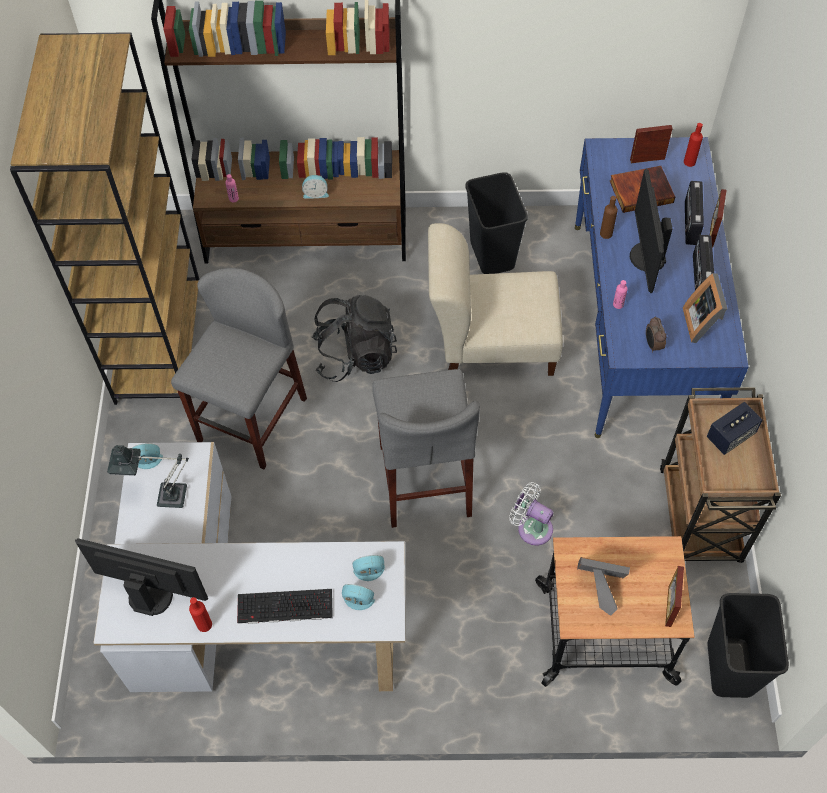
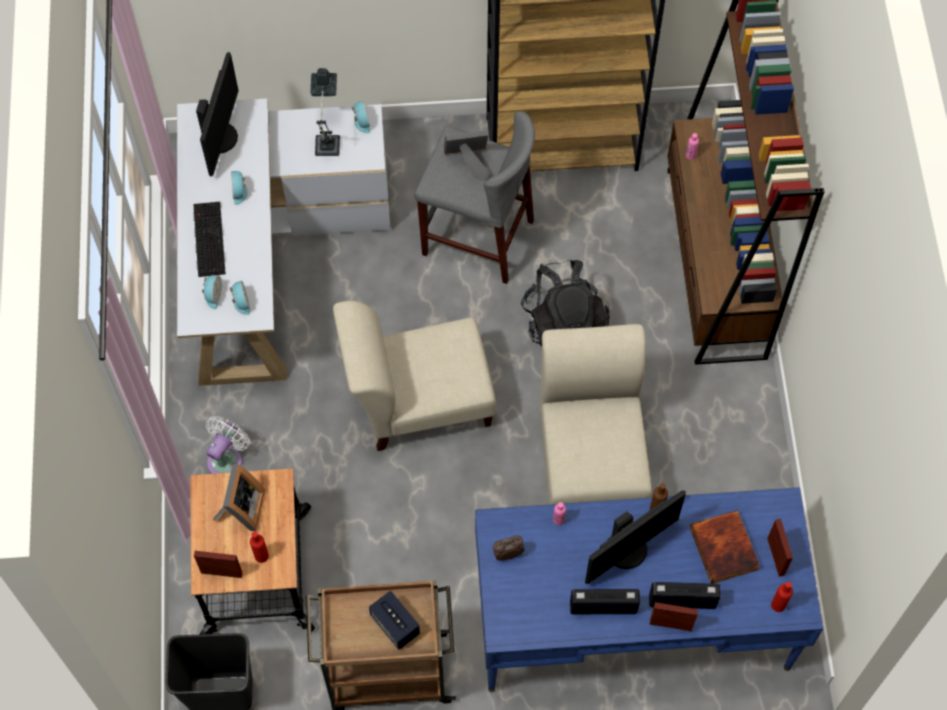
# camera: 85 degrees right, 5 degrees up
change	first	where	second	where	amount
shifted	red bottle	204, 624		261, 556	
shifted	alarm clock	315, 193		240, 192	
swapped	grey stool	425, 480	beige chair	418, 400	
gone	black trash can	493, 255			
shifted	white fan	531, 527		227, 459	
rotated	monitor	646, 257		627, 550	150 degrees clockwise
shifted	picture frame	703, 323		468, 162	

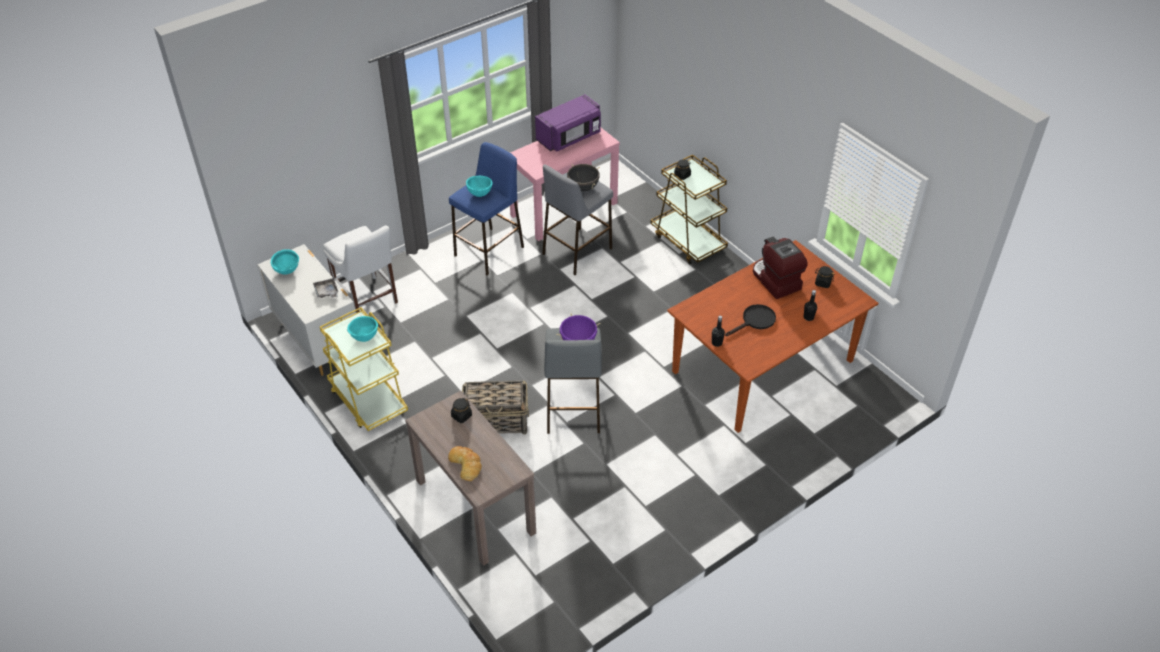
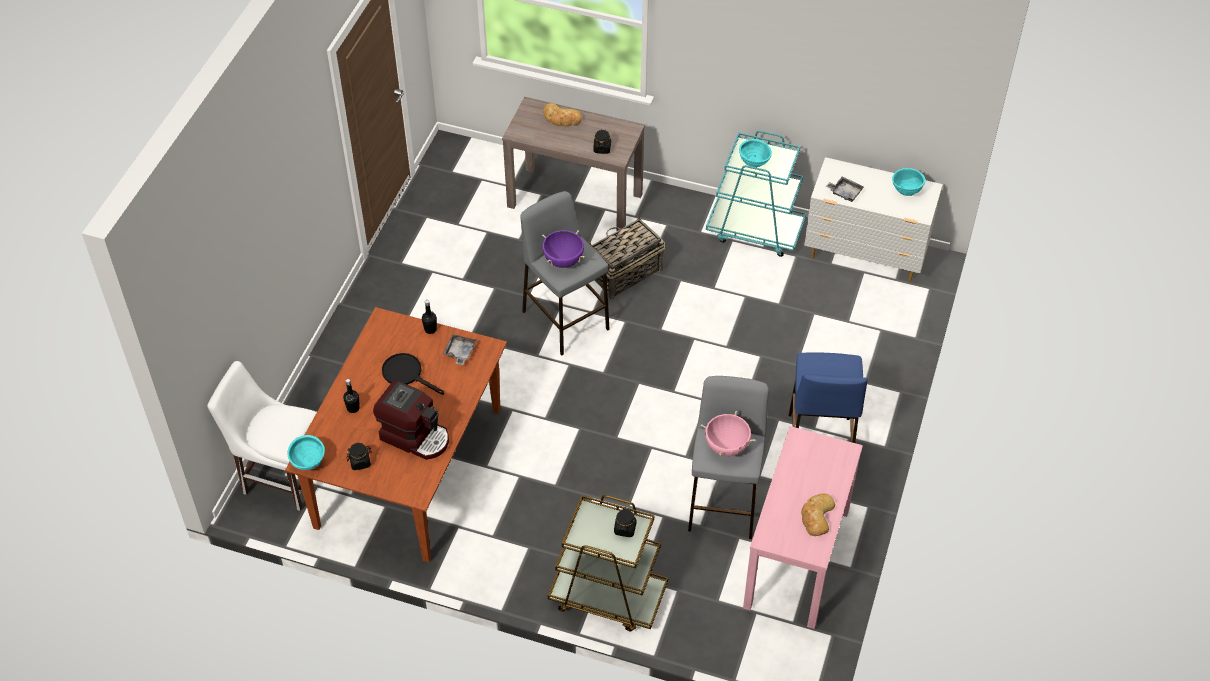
# camera: 145 degrees right, 5 degrees up
change	first	where	second	where	amount
repainted	yellow cart	368, 400	turquoise cart	755, 230	
shifted	white chair	368, 300		280, 477	
shifted	turquoise bowl	480, 194		308, 463	
swapped	purple microwave	569, 137	bread	816, 516	
repainted	black cooking pot	583, 188	pink cooking pot	726, 447	
rotated	black frying pan	755, 321		407, 374	105 degrees clockwise
new			grey tray	460, 352	

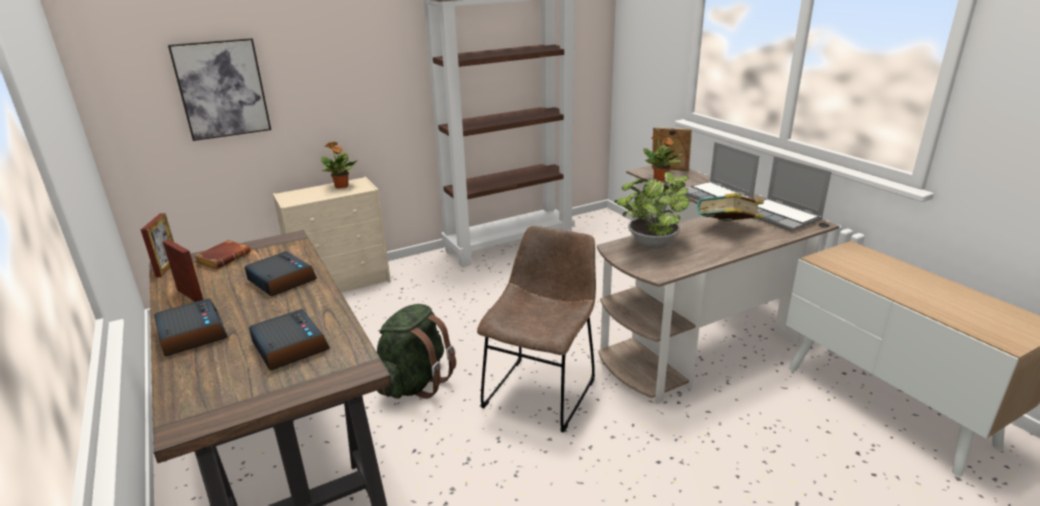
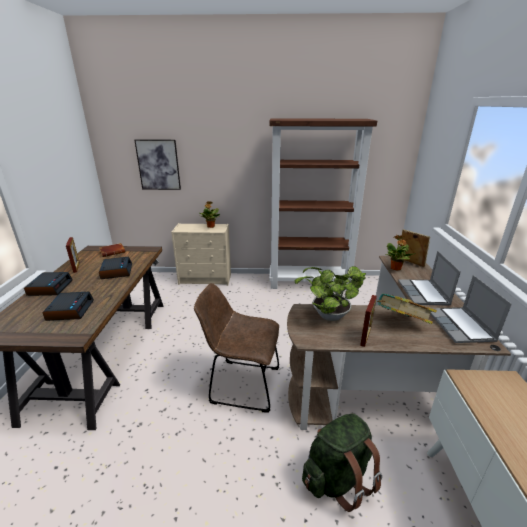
# camera: 30 degrees right, 0 degrees up
change	first	where	second	where	amount
shifted	picture frame	167, 267		365, 336	
shifted	green backpack	415, 383		337, 478	
rotated	brown chair	542, 390		241, 384	135 degrees counterclockwise

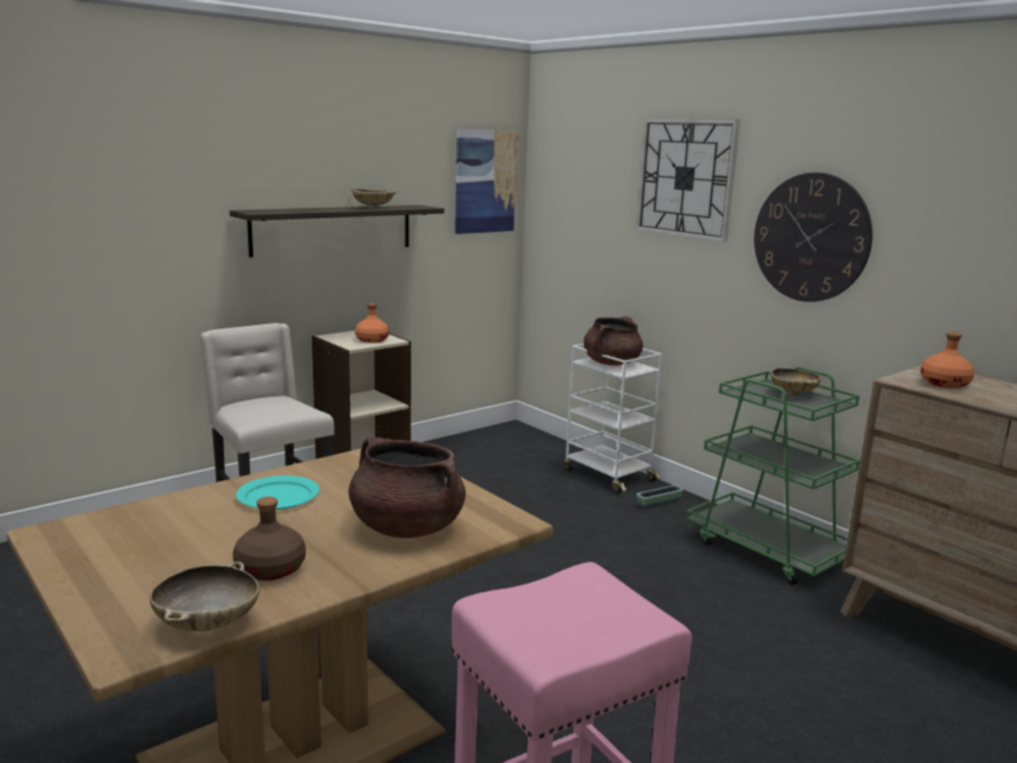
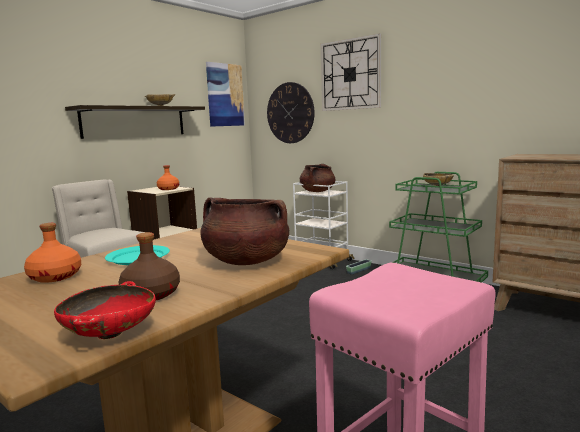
# camera: 10 degrees left, 5 degrees down
change	first	where	second	where	amount
repainted	beige bowl	208, 624	red bowl	110, 334	
shifted	wall clock	811, 237		290, 113	
shifted	orange bottle	945, 383		55, 277	

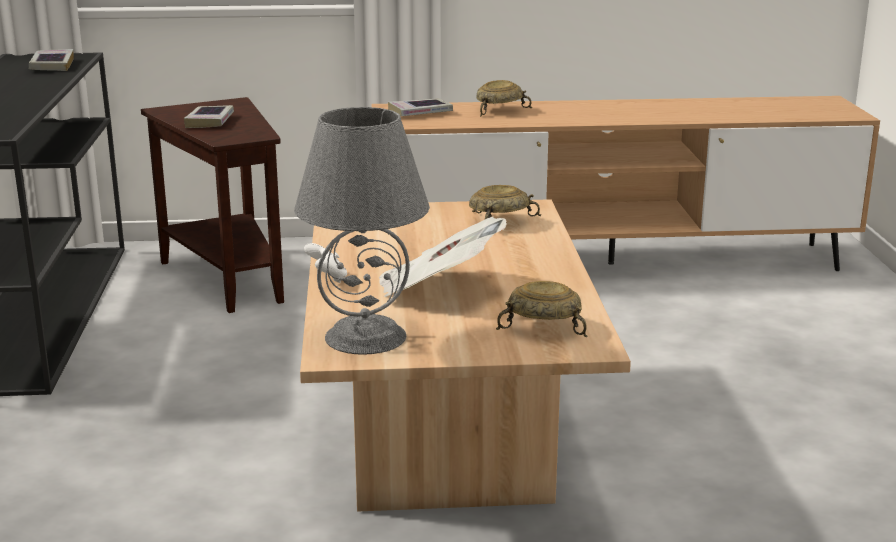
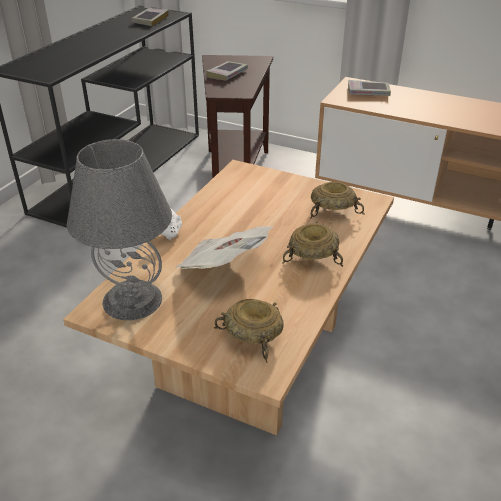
# camera: 30 degrees right, 15 degrees up
change	first	where	second	where	amount
shifted	beige bowl	499, 110		314, 255	

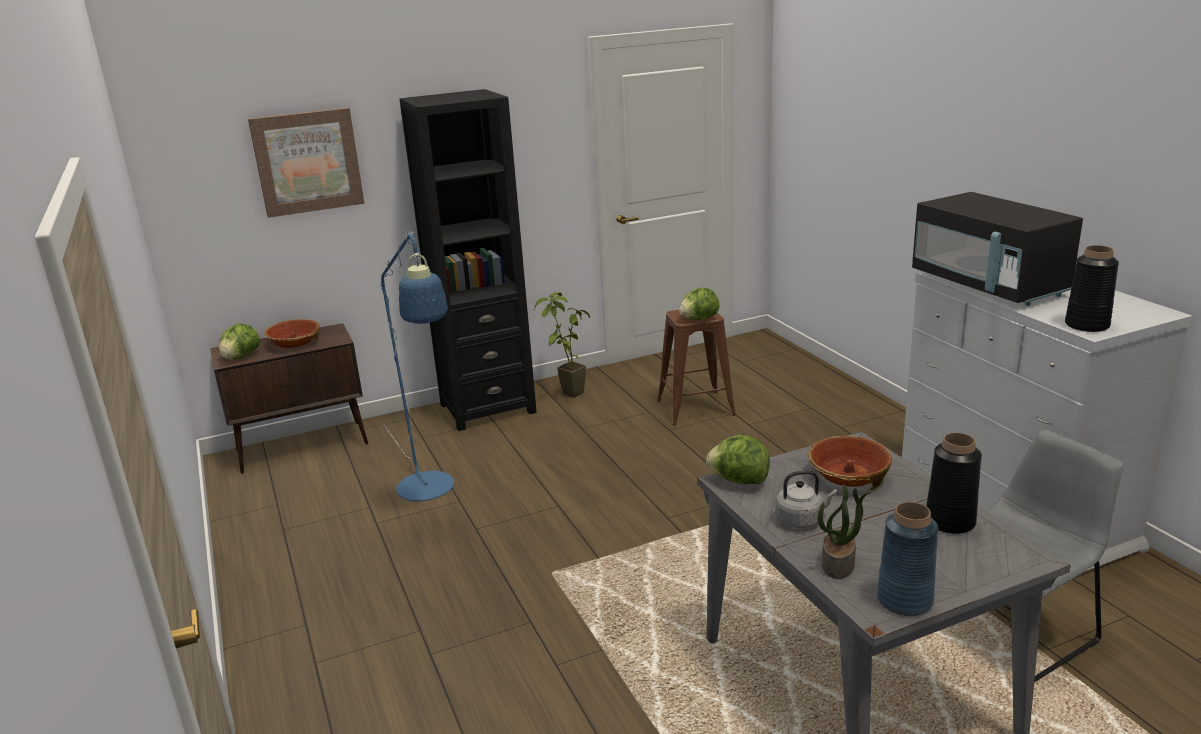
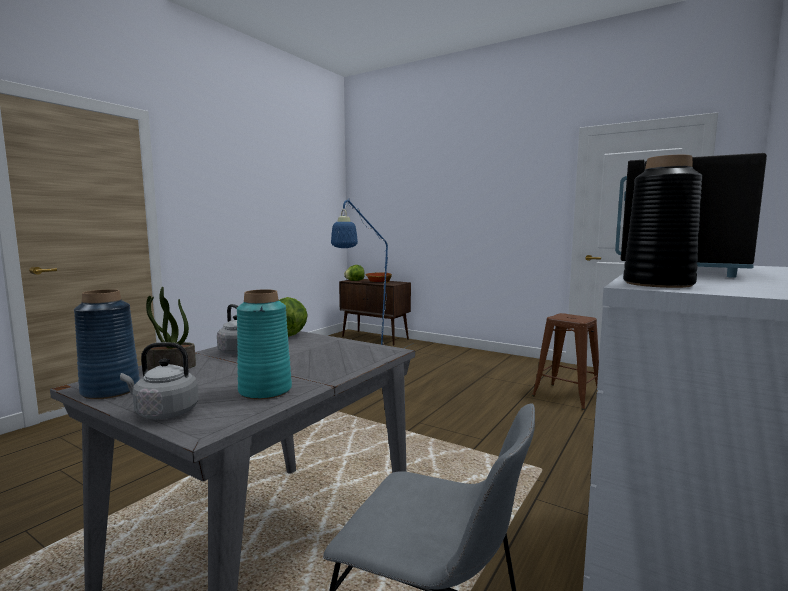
# camera: 55 degrees right, 15 degrees down
change	first	where	second	where	amount
gone	picture	307, 161			
gone	black bookcase	487, 408			
gone	potted plant	566, 396			
gone	lettuce	699, 319			
gone	bowl	848, 476			
repainted	black vase	949, 521	turquoise vase	265, 390	
new			grey kettle	164, 413	

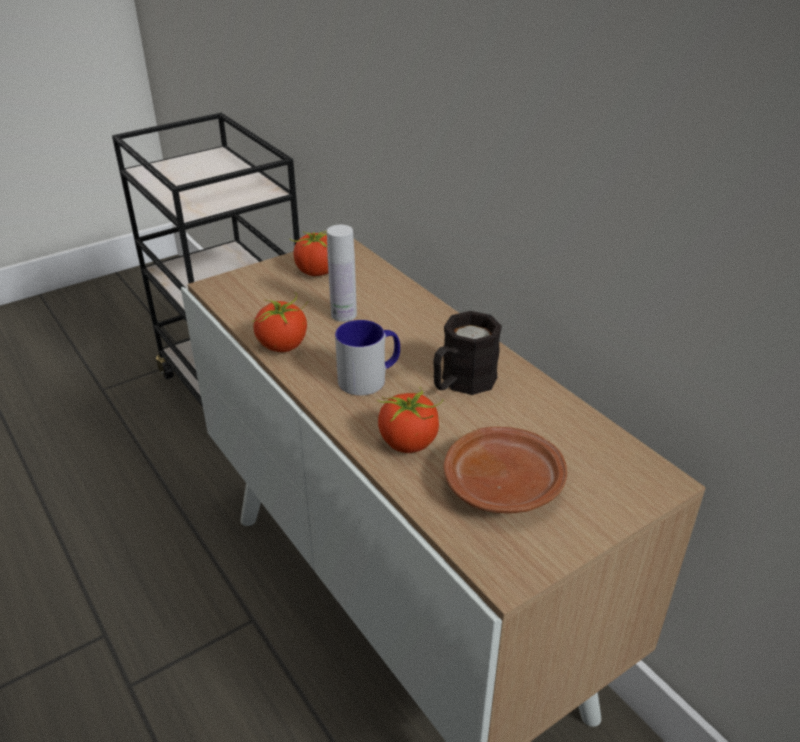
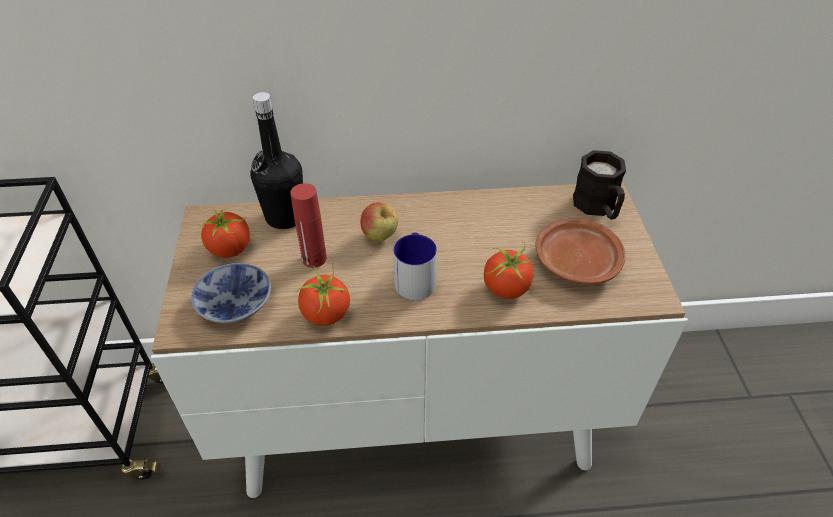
# camera: 60 degrees left, 10 degrees up
change	first	where	second	where	amount
repainted	white bottle	343, 314	red bottle	314, 258	
shifted	black mug	461, 383		598, 208	
new			bowl	238, 304	
new			black bottle	285, 217	
new			apple	380, 237	

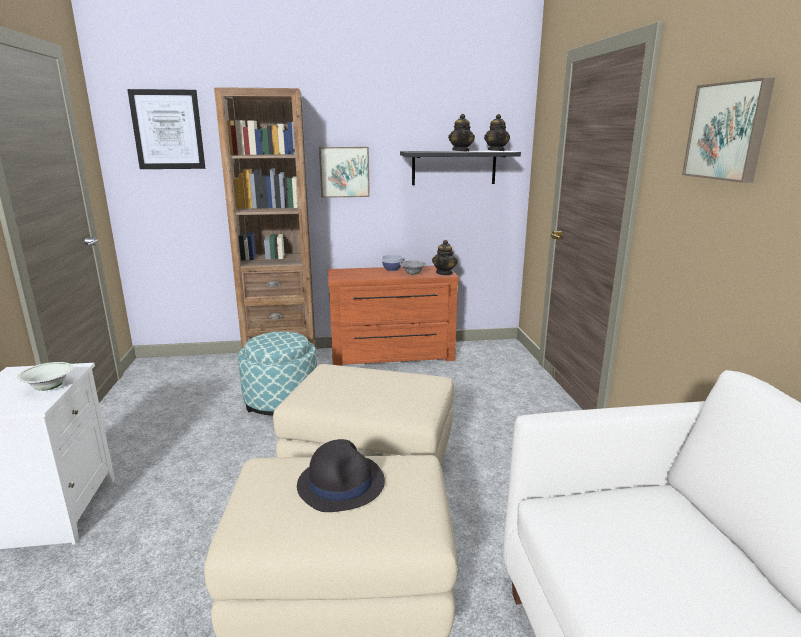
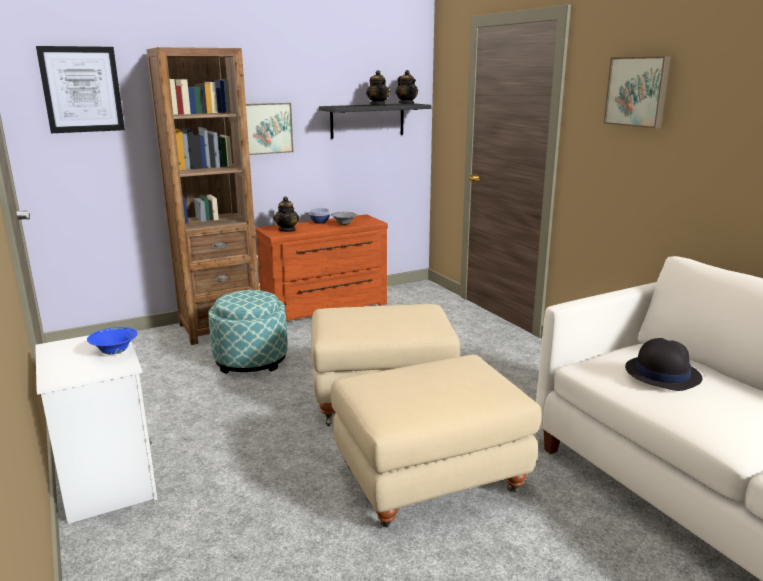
# camera: 20 degrees left, 0 degrees up
change	first	where	second	where	amount
repainted	white bowl	49, 388	blue bowl	114, 352	
shifted	black hat	341, 483		662, 373	
shifted	teapot	444, 273		287, 230	

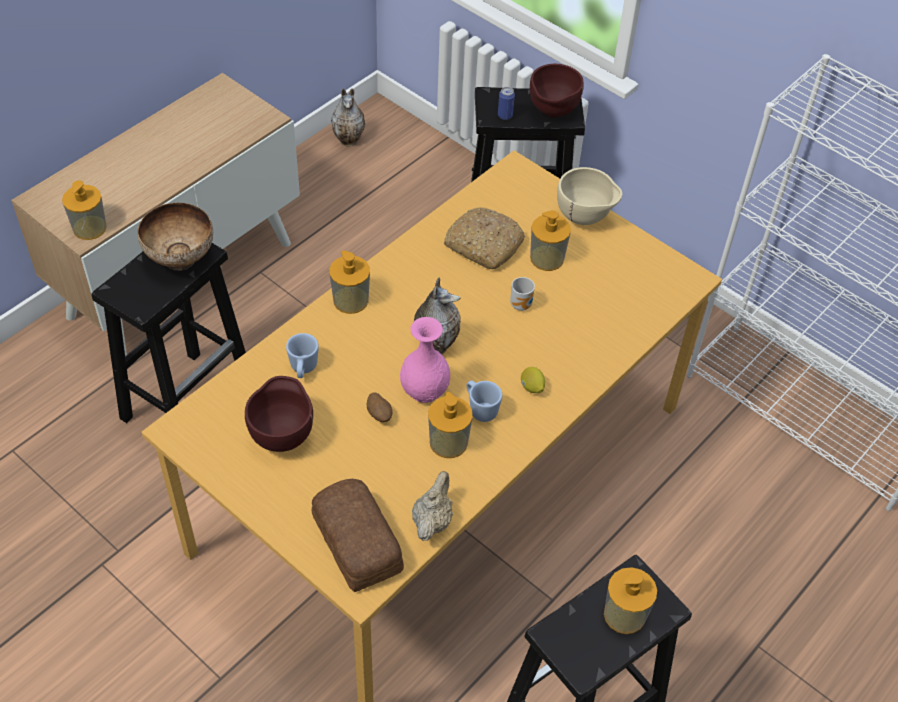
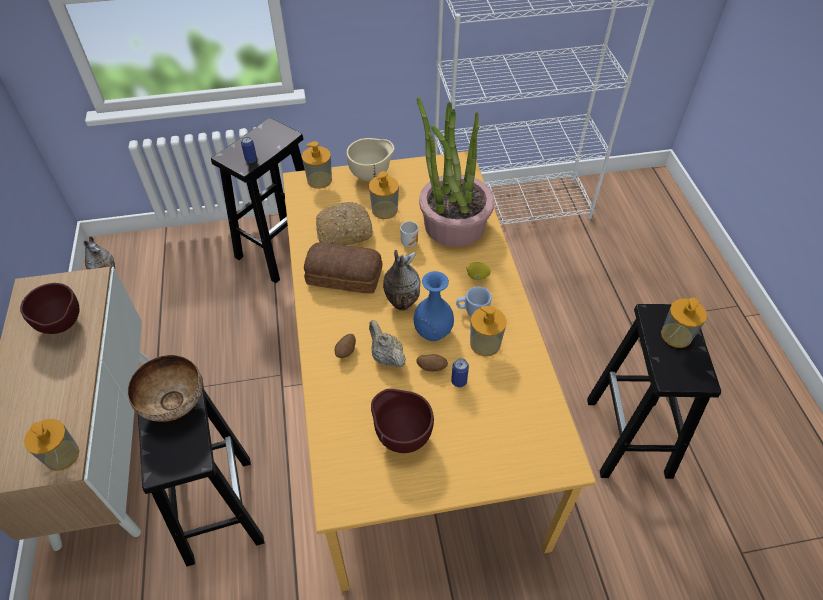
# camera: 50 degrees left, 0 degrees up
change	first	where	second	where	amount
gone	blue mug	303, 369			
shifted	bread	356, 545		345, 277	
shifted	soap dispenser	350, 300		319, 180	
repainted	pink vase	425, 390	blue vase	433, 331	
shifted	beige teapot	432, 520		386, 356	
shifted	brown bowl	552, 113		63, 327	
new			potato	346, 351	
new			potted plant	453, 224	
new			can	459, 381	

